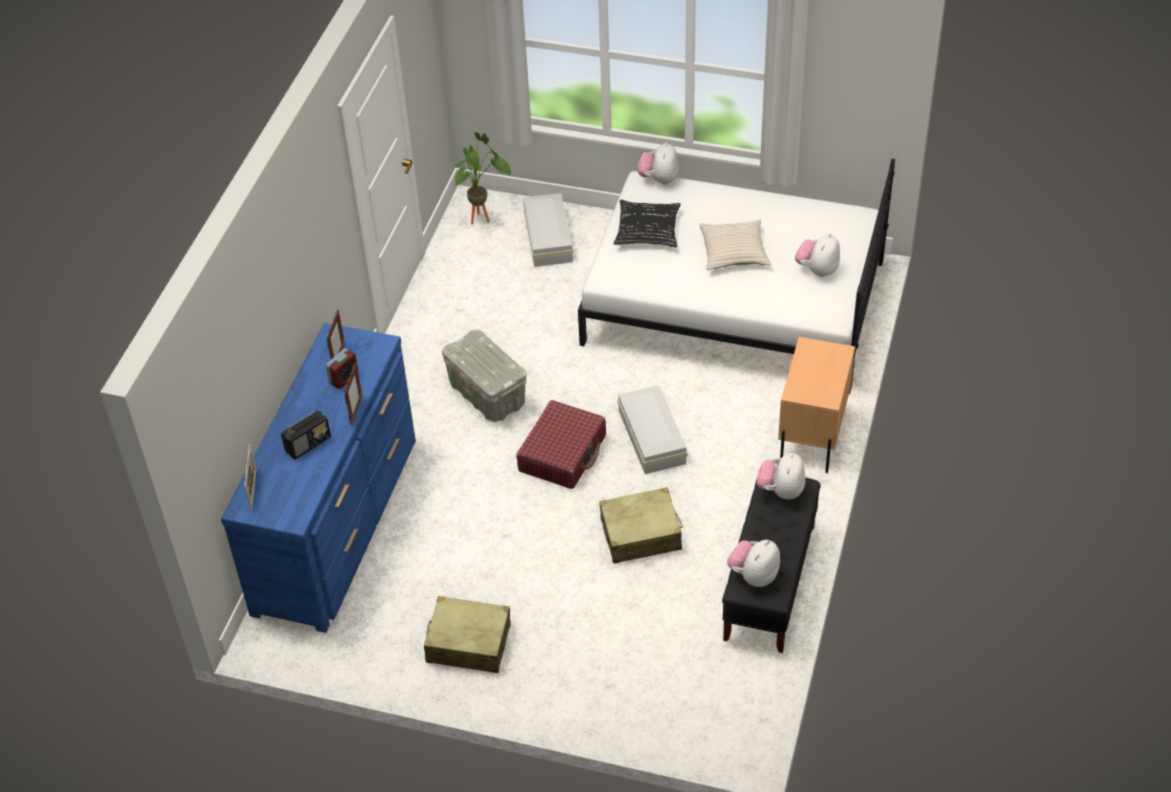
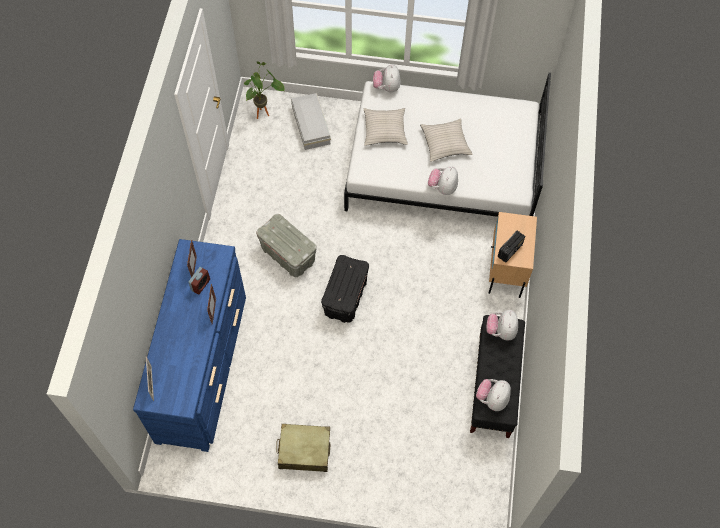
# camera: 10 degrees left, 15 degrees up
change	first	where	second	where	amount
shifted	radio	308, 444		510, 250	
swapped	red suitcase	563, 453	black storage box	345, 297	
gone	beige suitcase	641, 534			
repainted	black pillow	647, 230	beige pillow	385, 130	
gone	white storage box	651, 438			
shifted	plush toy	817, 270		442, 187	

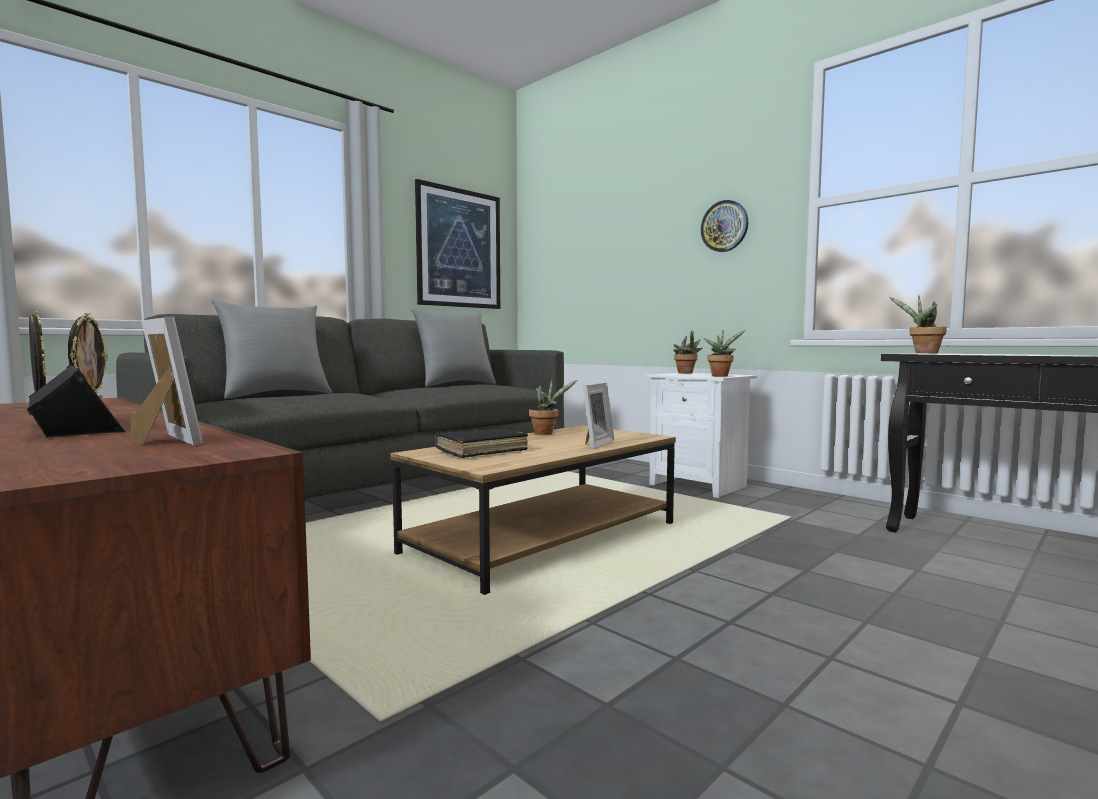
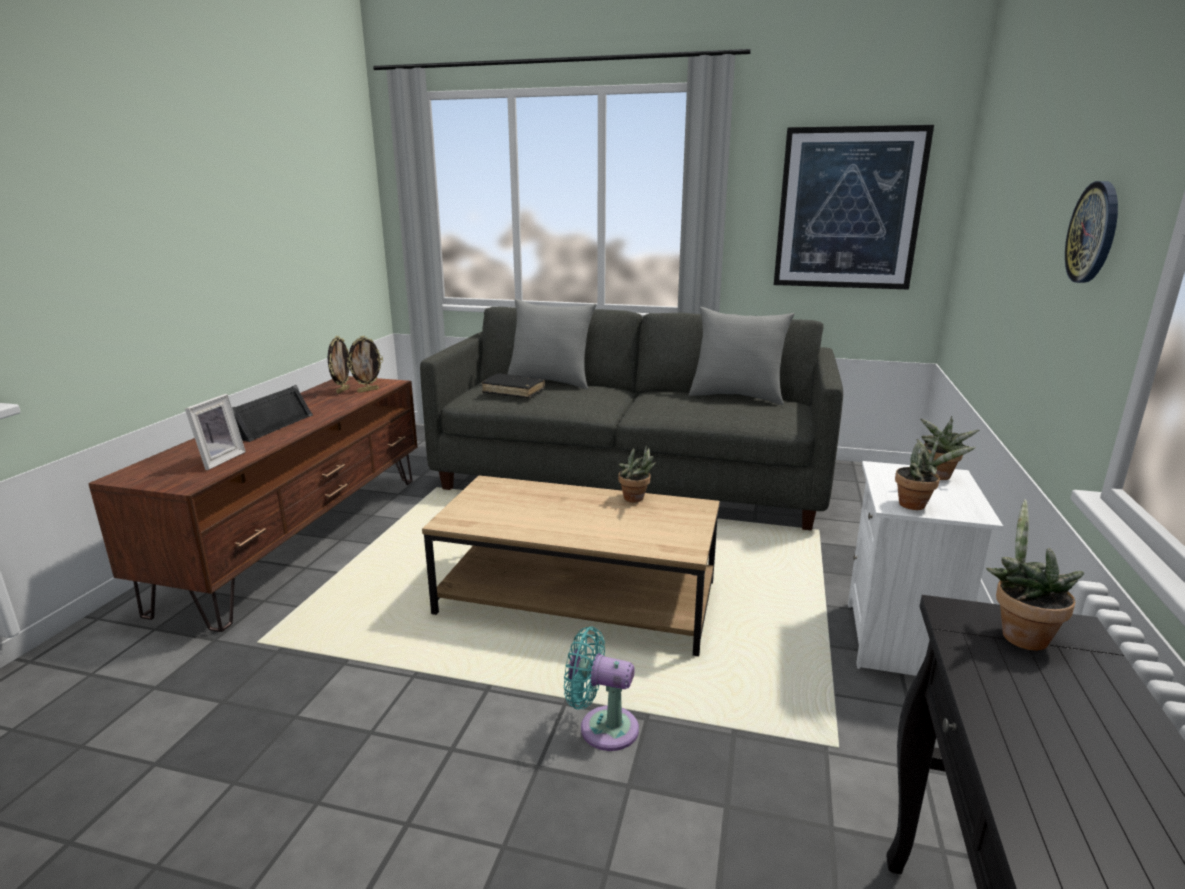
# camera: 60 degrees right, 15 degrees up
change	first	where	second	where	amount
shifted	black book	481, 451		513, 392	
gone	picture frame	594, 444			
new			turquoise fan	602, 727	

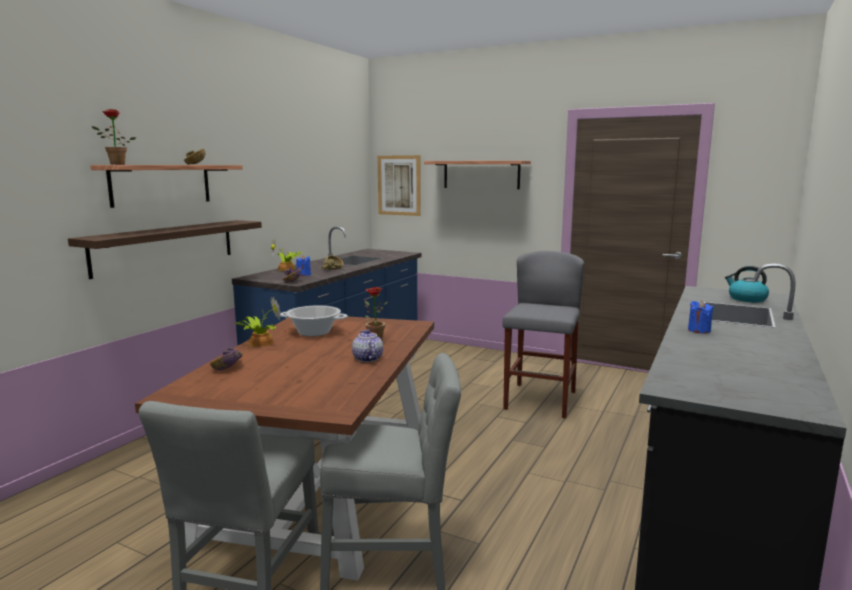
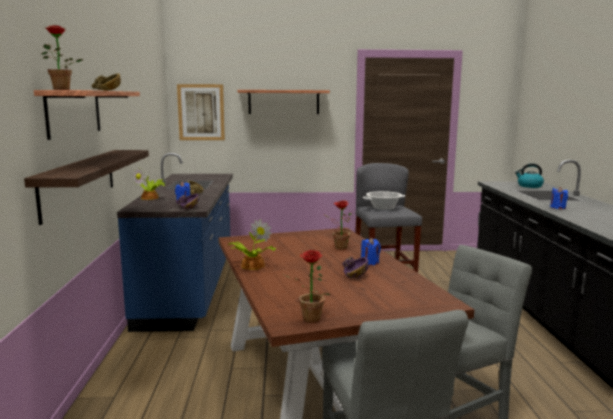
# camera: 30 degrees left, 0 degrees up
change	first	where	second	where	amount
shifted	purple bowl	228, 366		351, 274	
shifted	cooking pot	314, 332		383, 208	
swapped	teapot	367, 359	blue candle	370, 262	
new			potted plant	307, 320	

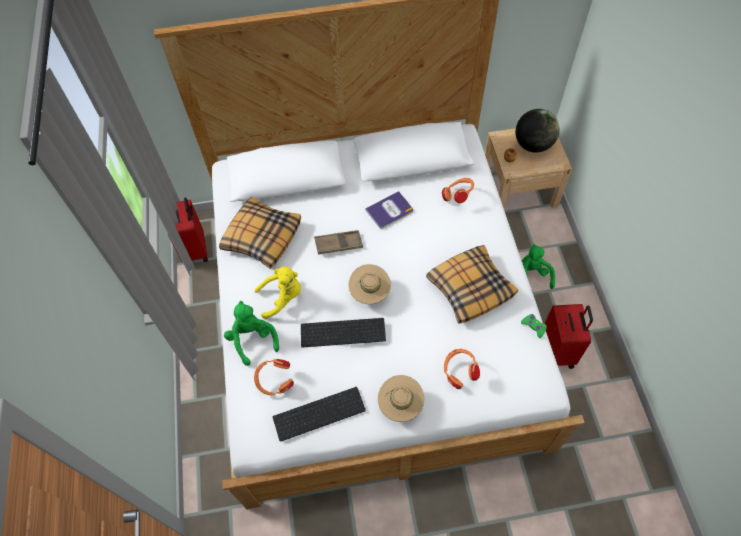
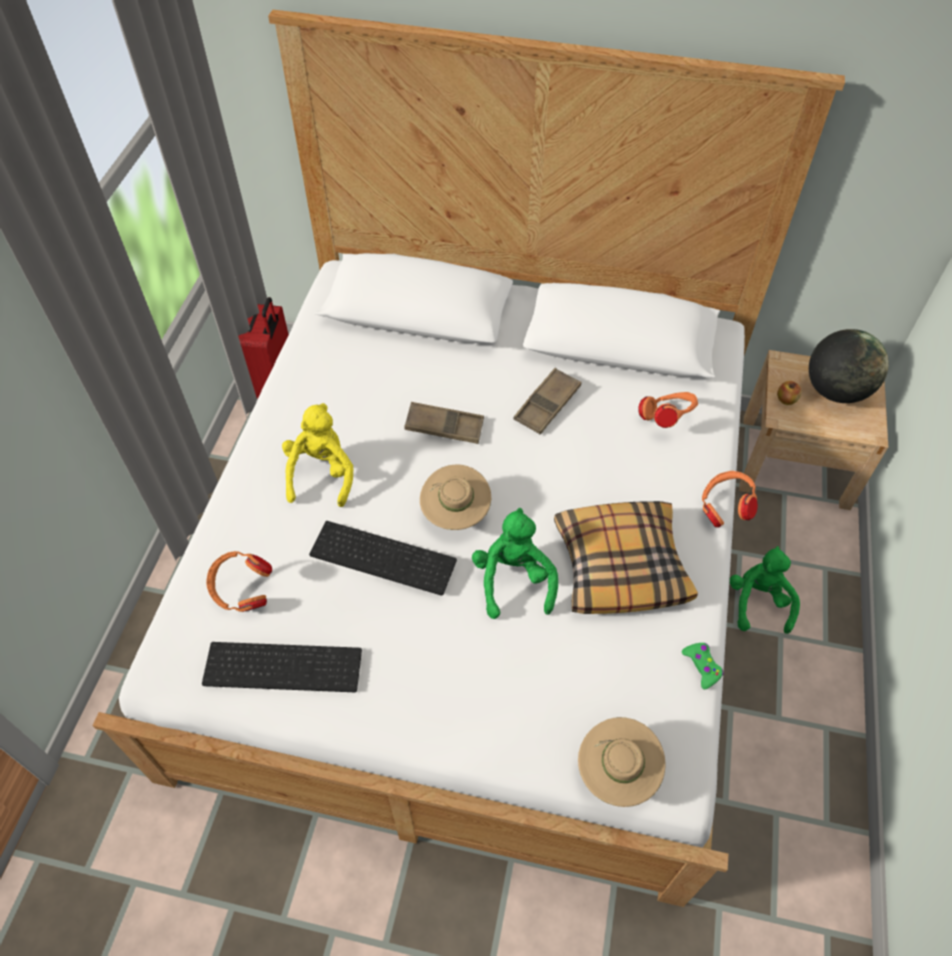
# camera: 20 degrees right, 5 degrees down
change	first	where	second	where	amount
gone	pillow	262, 237			
shifted	green plush toy	252, 339		513, 580	
rotated	yellow plush toy	282, 297		321, 474	90 degrees counterclockwise
swapped	book	389, 210	brown tray	547, 405	
shifted	beige hat	400, 404		617, 772	
shifted	orange headphones	459, 372		724, 509	
gone	red suitcase	558, 351			

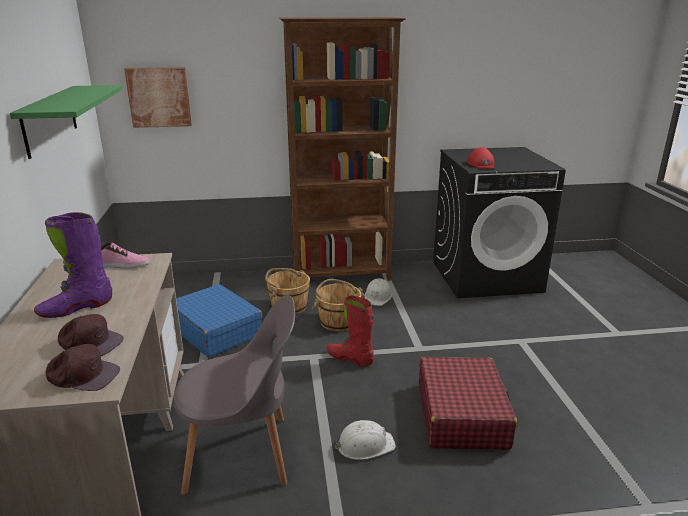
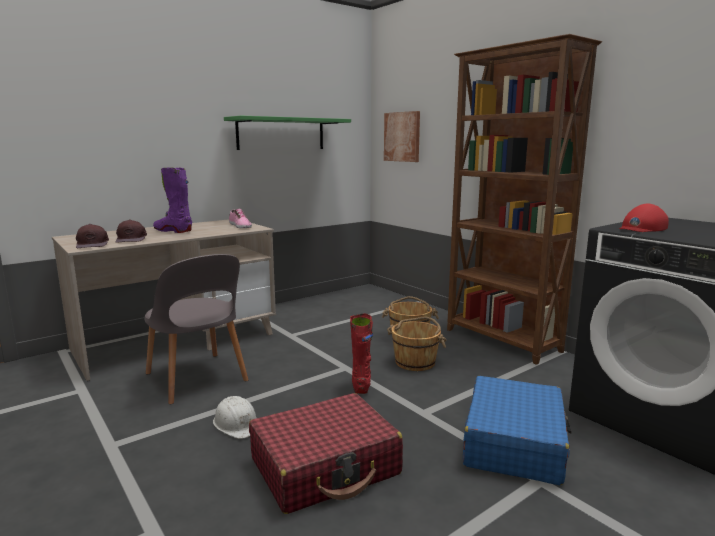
# camera: 60 degrees right, 10 degrees down
change	first	where	second	where	amount
shifted	blue suitcase	215, 331		514, 443	
gone	white hard hat	378, 297			

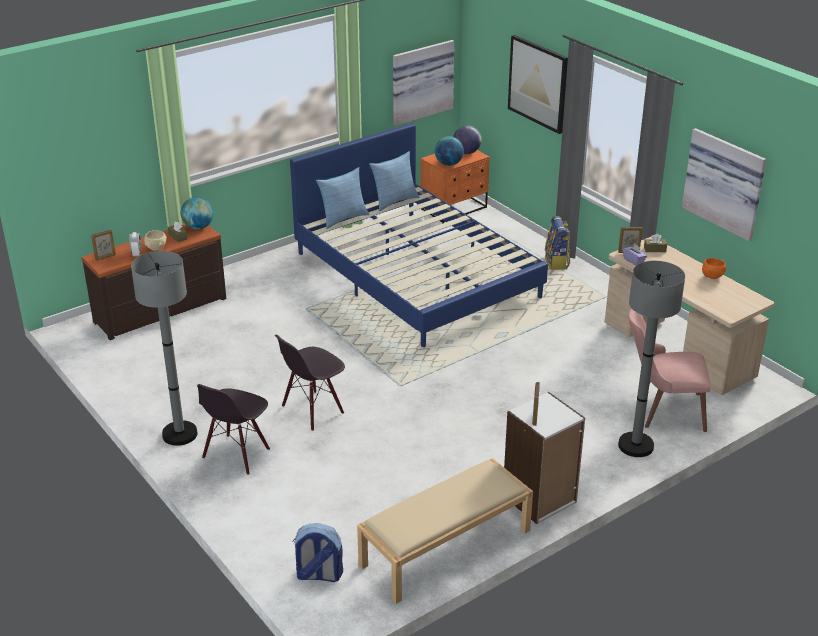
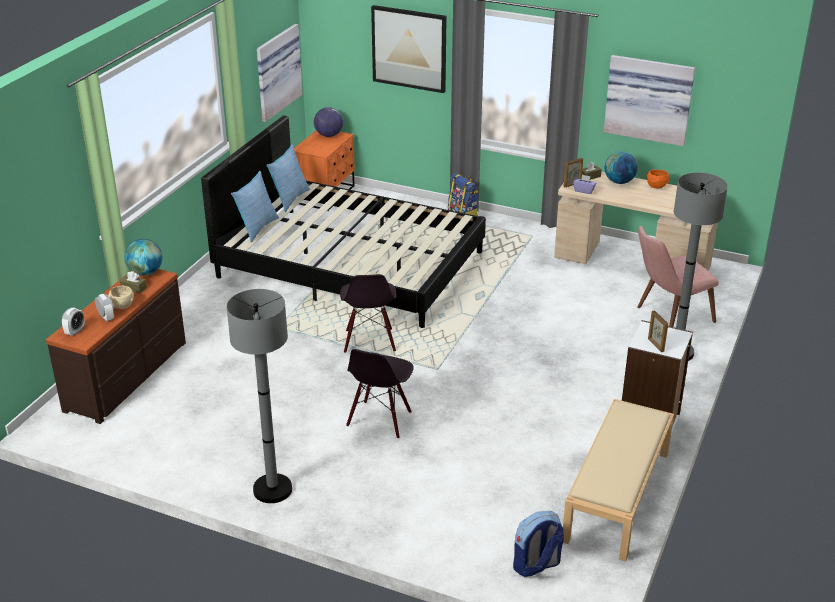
# camera: 30 degrees left, 0 degrees up
change	first	where	second	where	amount
swapped	picture frame	105, 257	alarm clock	75, 331	
shifted	black chair	236, 454		369, 341	
repainted	blue bed	416, 274	black bed	350, 264	
shifted	globe	448, 164		619, 182	

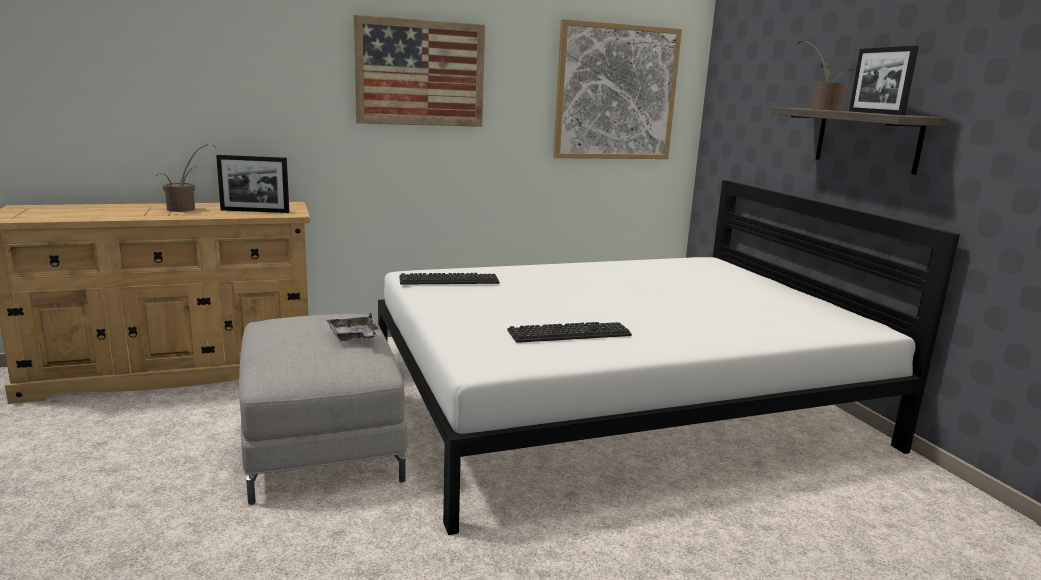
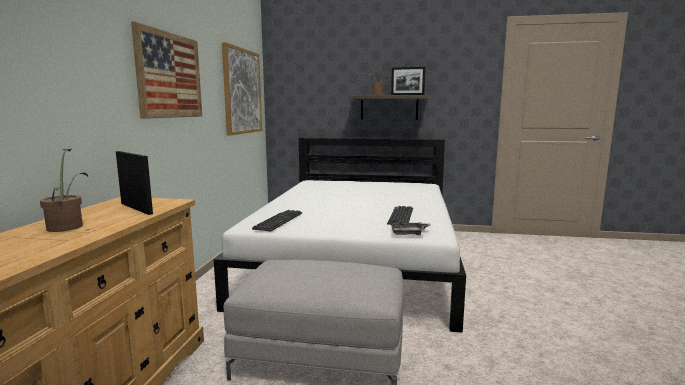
# camera: 60 degrees left, 5 degrees down
change	first	where	second	where	amount
rotated	picture frame	255, 211		136, 208	75 degrees counterclockwise
shifted	grey tray	354, 337		409, 233	

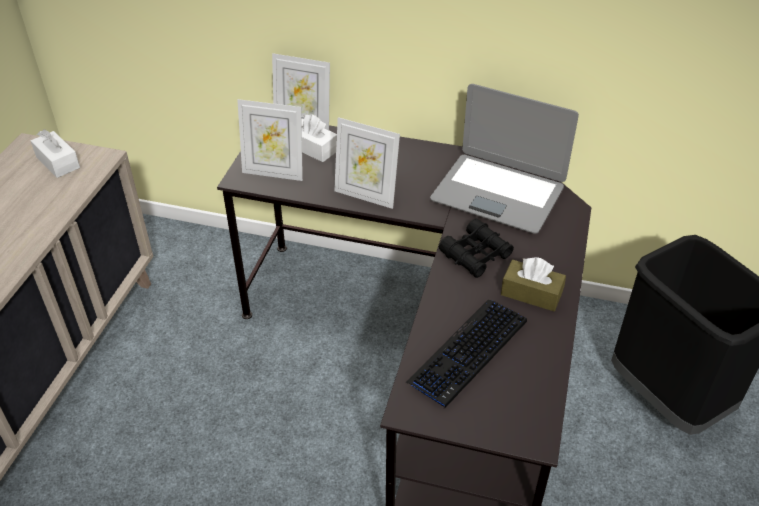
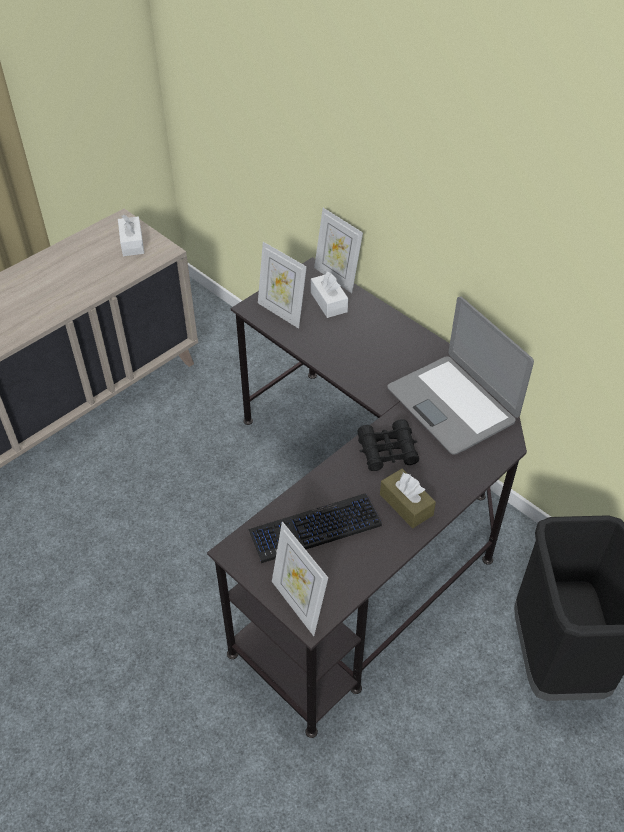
# camera: 30 degrees right, 5 degrees up
change	first	where	second	where	amount
shifted	picture frame	366, 196		298, 604	

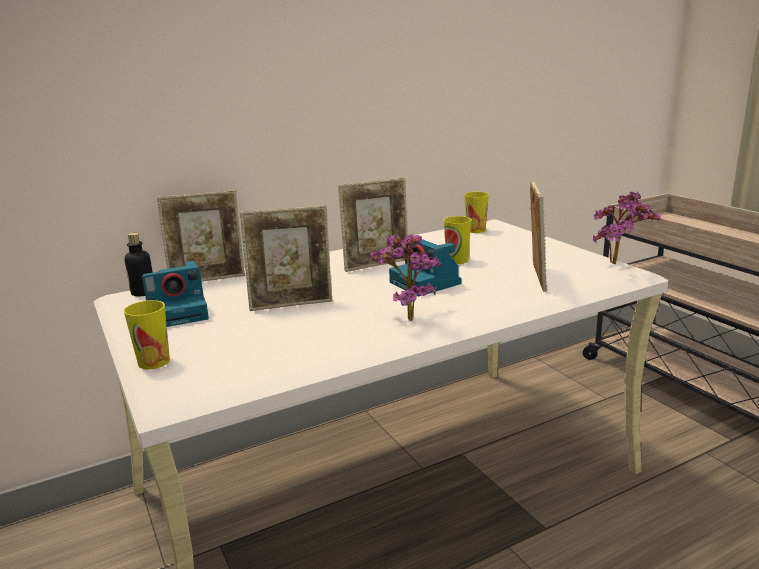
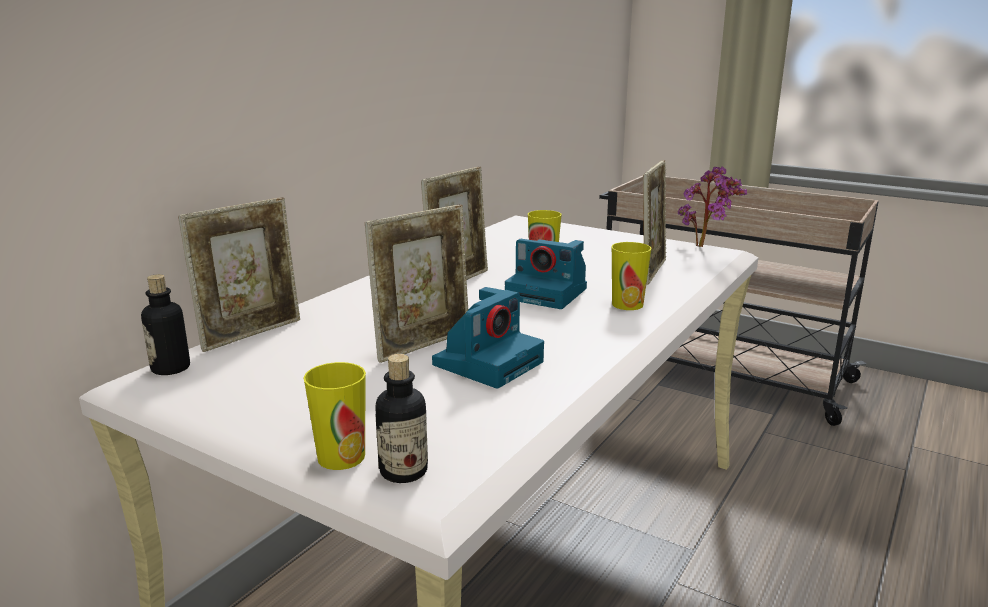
# camera: 30 degrees left, 0 degrees up
change	first	where	second	where	amount
shifted	photo camera	179, 313		488, 362	
gone	potted plant	406, 317			
shifted	cup	476, 230		627, 304	
rotated	picture frame	536, 278		651, 271	45 degrees clockwise
new			bottle	403, 471	

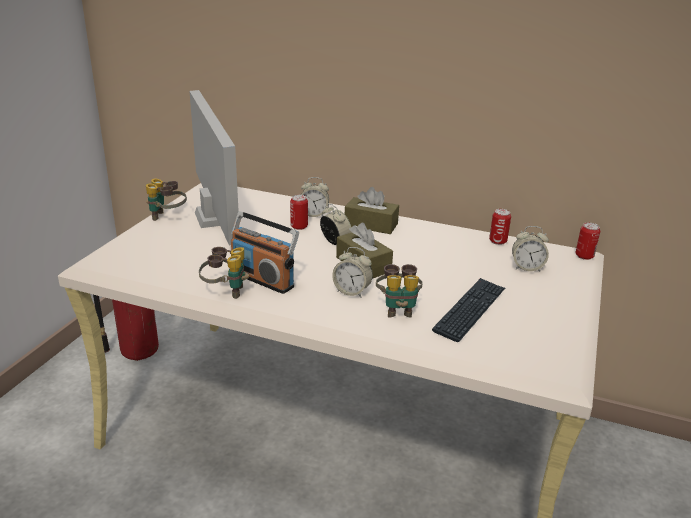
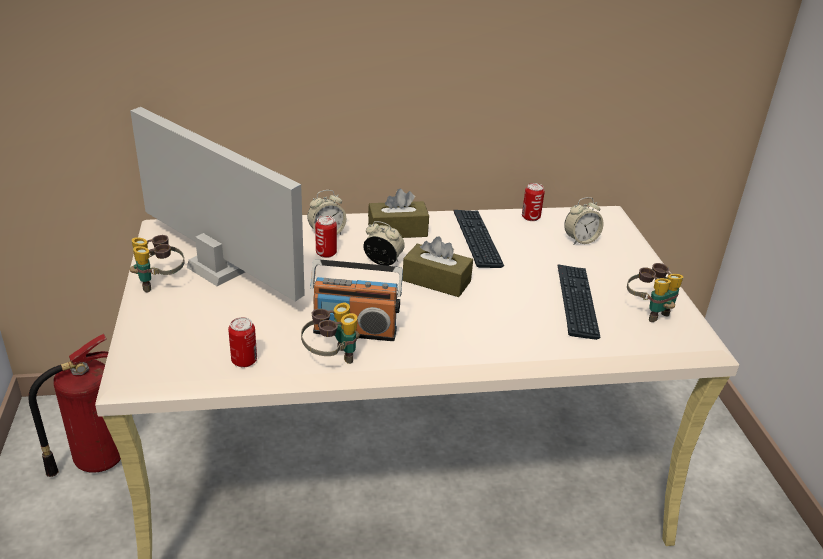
# camera: 30 degrees left, 5 degrees up
change	first	where	second	where	amount
gone	alarm clock	352, 291			
shifted	binoculars	398, 309		649, 311	
shifted	can	584, 256		244, 361	
new			keyboard	477, 239	

